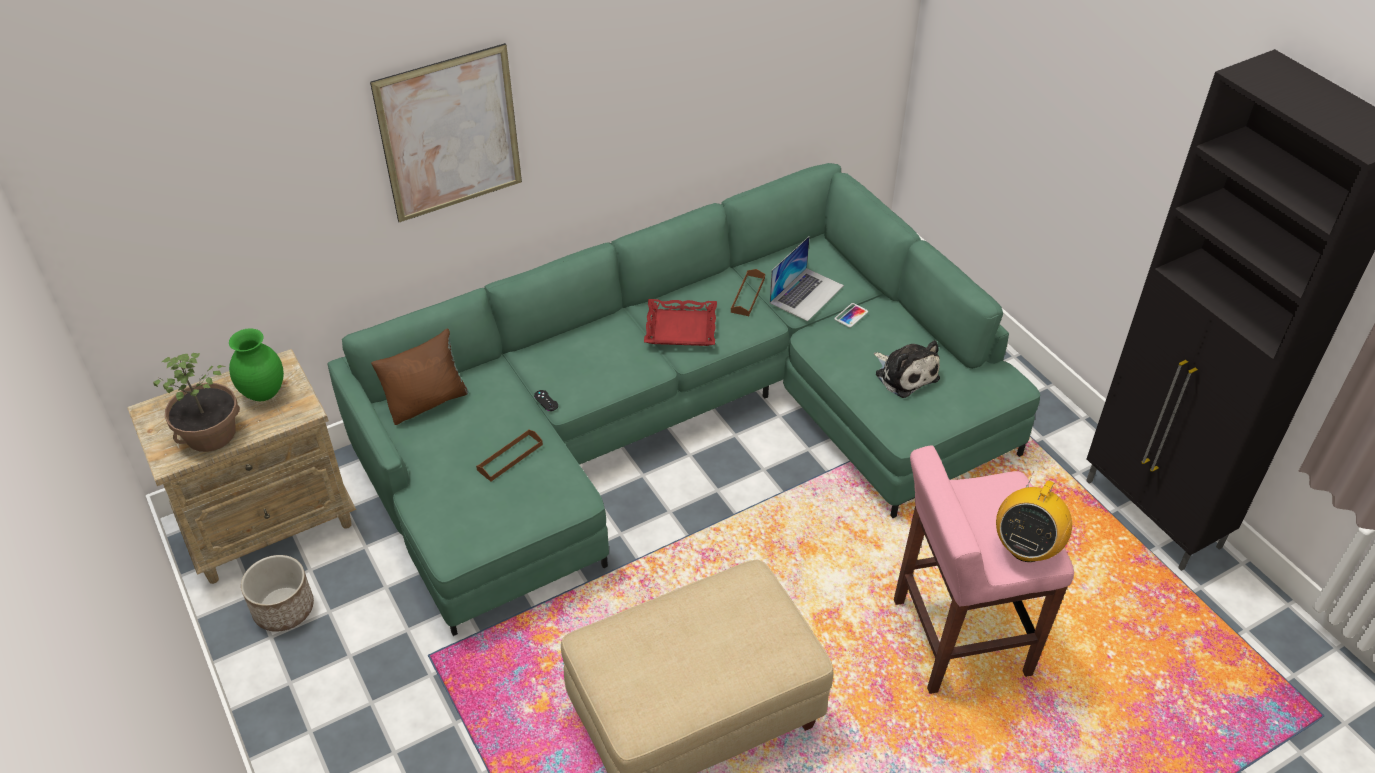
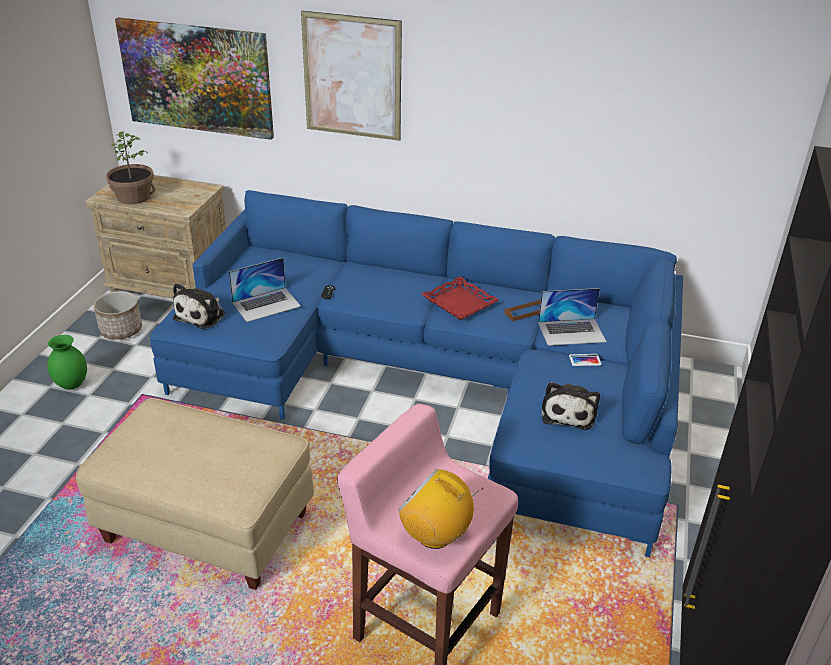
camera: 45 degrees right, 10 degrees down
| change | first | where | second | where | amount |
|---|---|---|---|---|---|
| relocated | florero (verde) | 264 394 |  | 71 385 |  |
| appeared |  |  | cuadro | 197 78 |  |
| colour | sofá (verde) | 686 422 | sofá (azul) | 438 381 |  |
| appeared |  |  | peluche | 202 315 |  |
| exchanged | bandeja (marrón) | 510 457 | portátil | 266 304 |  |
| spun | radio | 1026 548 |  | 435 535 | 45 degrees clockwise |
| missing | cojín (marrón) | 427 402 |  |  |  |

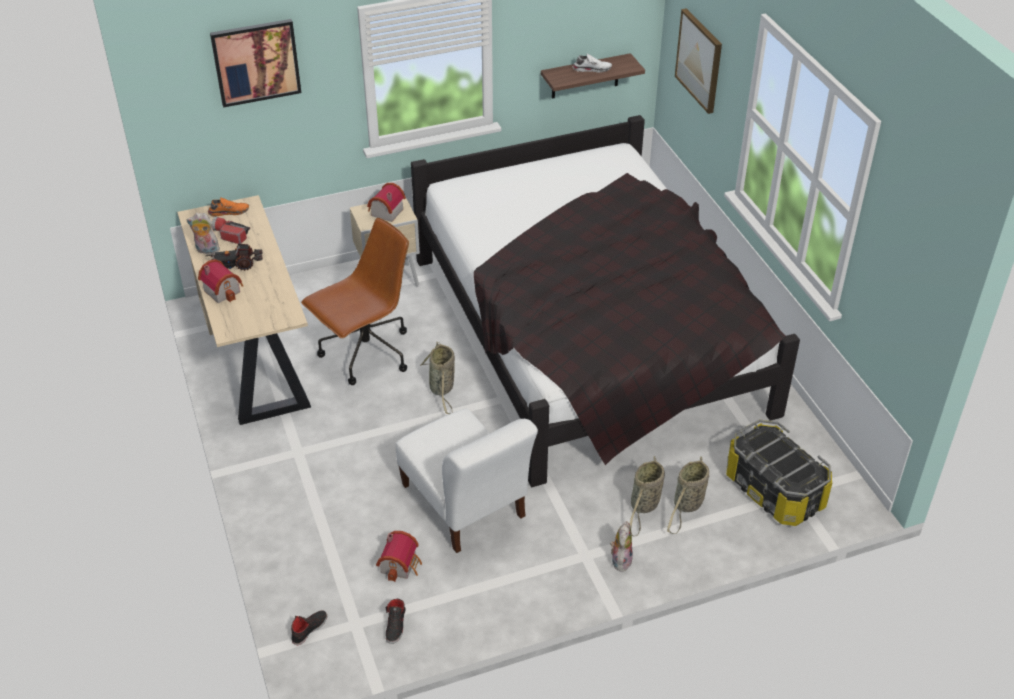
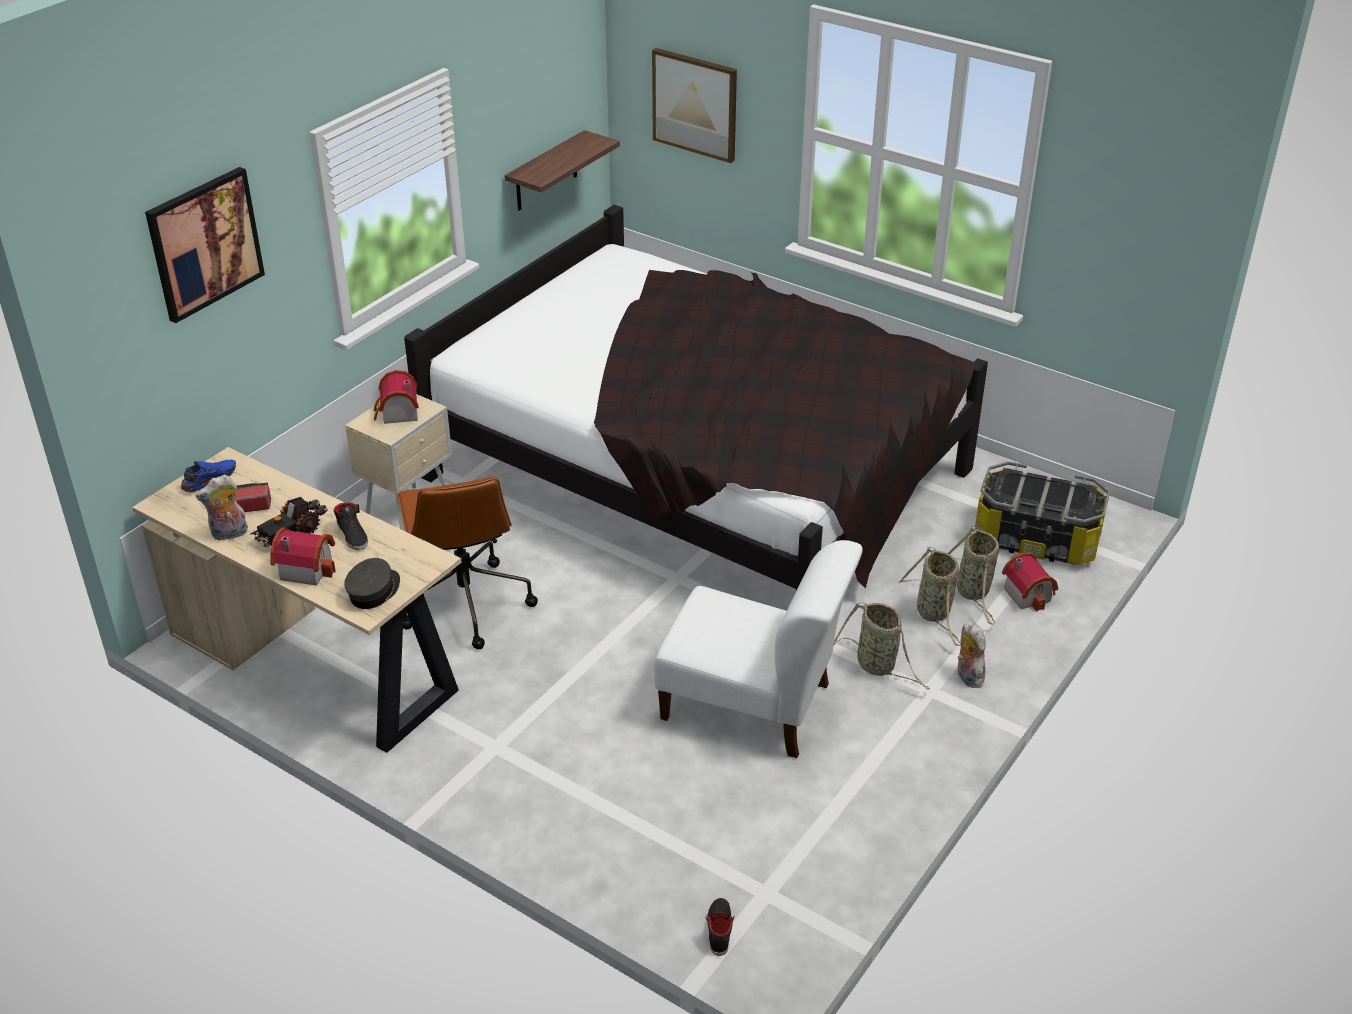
camera: 35 degrees left, 5 degrees down
| change | first | where | second | where | amount |
|---|---|---|---|---|---|
| colour | zapato (naranja) | 229 211 | zapato (azul) | 209 479 |  |
| relocated | zapato (negro) | 396 626 |  | 353 535 |  |
| appeared |  |  | gorra (gris) | 374 591 |  |
| spun | silla de oficina (marrón) | 365 354 |  | 465 603 | 150 degrees clockwise |
| relocated | cesta | 442 389 |  | 878 666 |  |
| relocated | casita | 401 564 |  | 1029 593 |  |
| missing | zapato (blanco) | 592 69 |  |  |  |

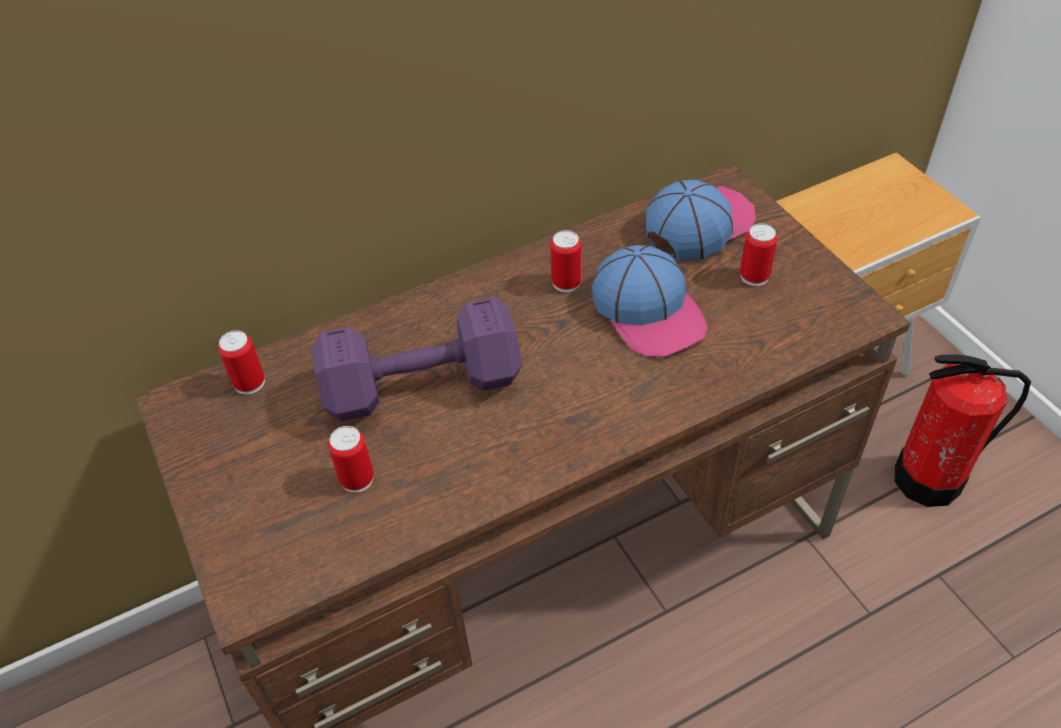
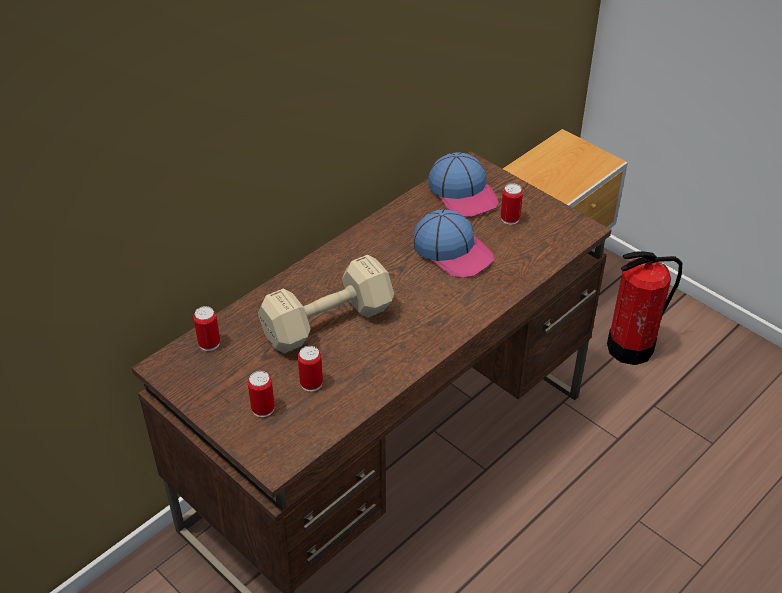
camera: 20 degrees left, 5 degrees down
| change | first | where | second | where | amount |
|---|---|---|---|---|---|
| relocated | lata | 566 282 |  | 263 408 |  |
| colour | mancuerna (morado) | 427 386 | mancuerna (beis) | 330 322 |  |
| spun | gorra | 699 224 |  | 463 193 | 120 degrees clockwise |

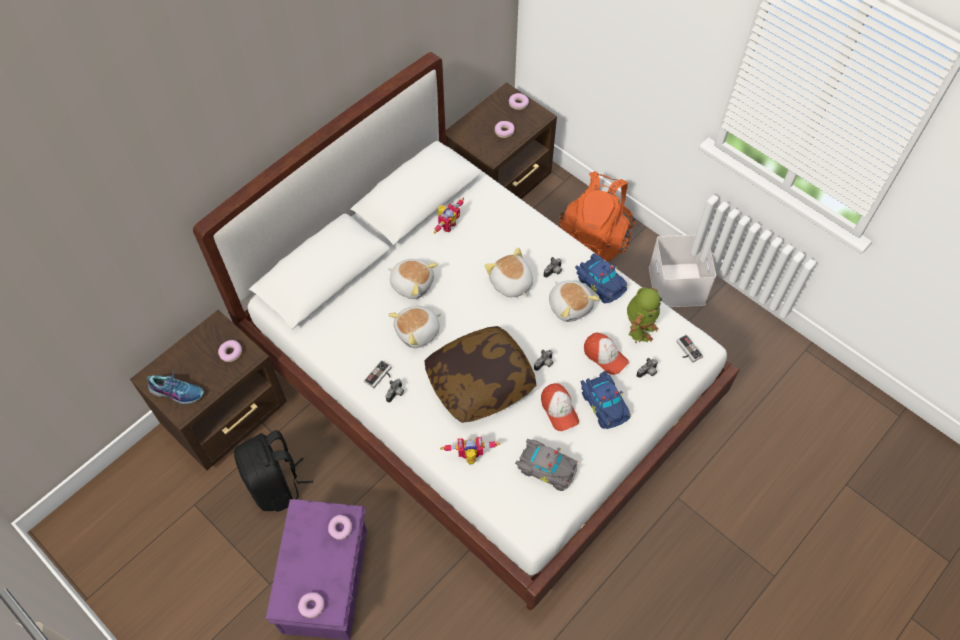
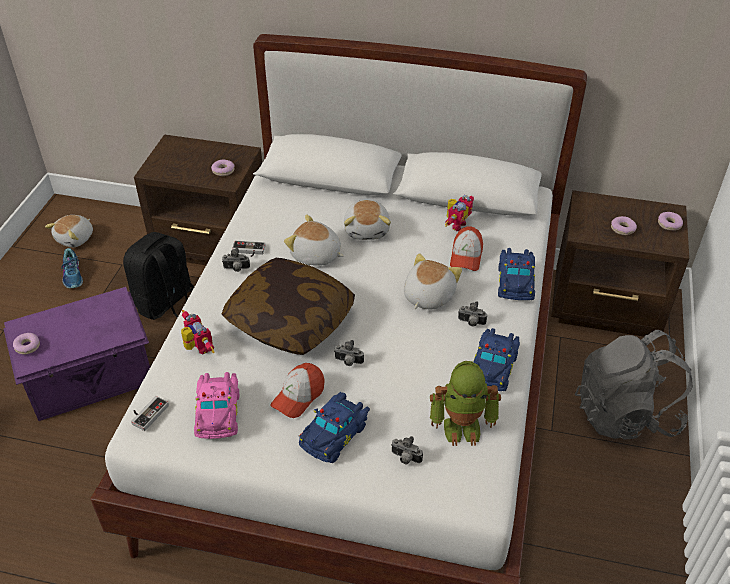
camera: 60 degrees right, 15 degrees down
| change | first | where | second | where | amount |
|---|---|---|---|---|---|
| relocated | peluche | 570 306 |  | 76 238 |  |
| relocated | zapato | 177 391 |  | 73 275 |  |
| relocated | mando de consola | 686 351 |  | 147 413 |  |
| colour | coche de juguete (gris) | 546 467 | coche de juguete (rosa) | 219 411 |  |
| spun | robot de juguete | 447 225 |  | 456 224 | 60 degrees counterclockwise |
| relocated | gorra | 605 356 |  | 466 256 |  |
| appeared |  |  | coche de juguete (azul) | 516 281 |  |
| colour | mochila (naranja) | 595 237 | mochila (gris) | 625 414 |  |
| missing | rosquilla | 340 528 |  |  |  |
| missing | caja de almacenaje (blanco) | 678 286 |  |  |  |

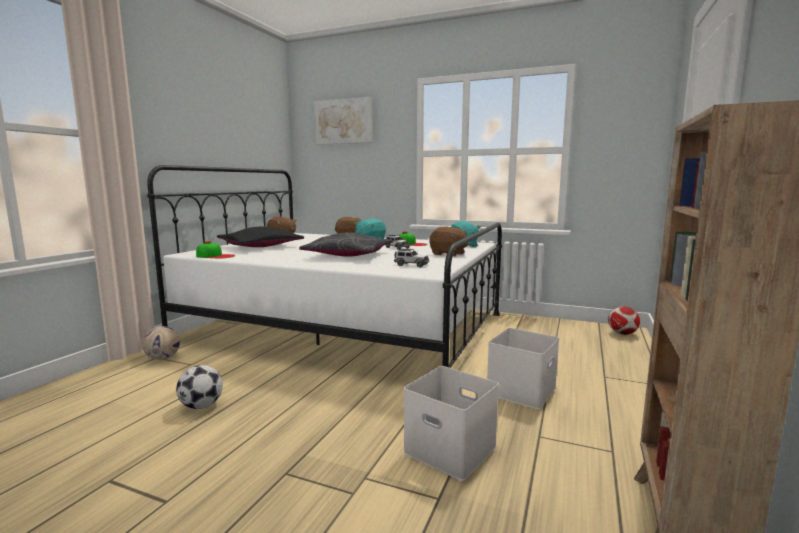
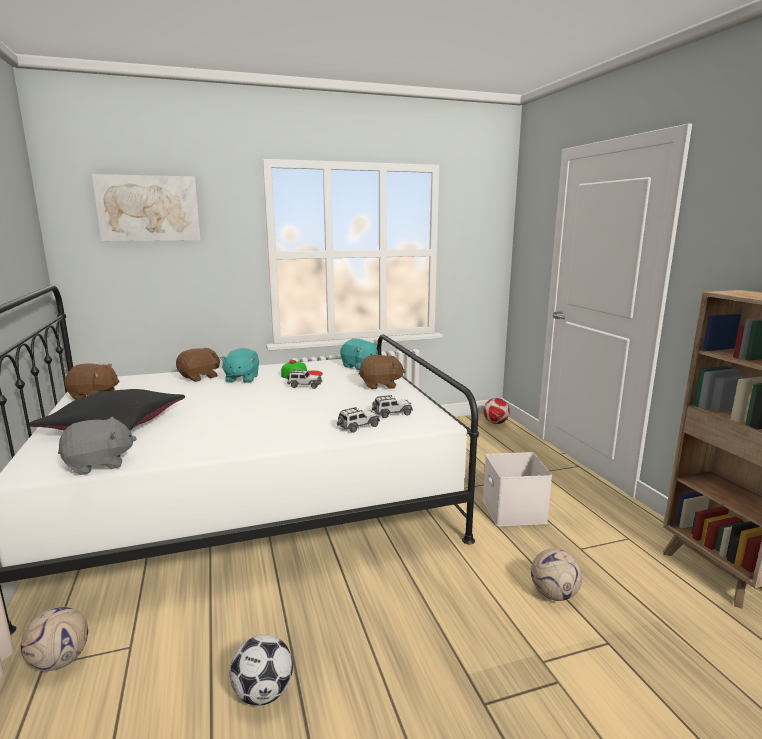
camera: 40 degrees left, 5 degrees up
| change | first | where | second | where | amount |
|---|---|---|---|---|---|
| exchanged | gorra | 215 256 | peluche (gris) | 99 464 |  |
| appeared |  |  | coche de juguete | 358 427 |  |
| exchanged | caja de almacenaje (blanco) | 452 449 | balón de fútbol | 553 594 |  |
| missing | cojín (gris) | 349 255 |  |  |  |

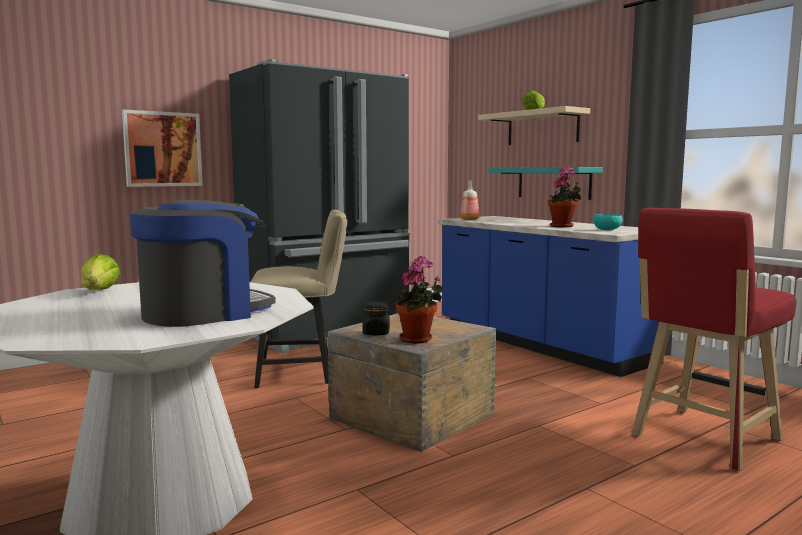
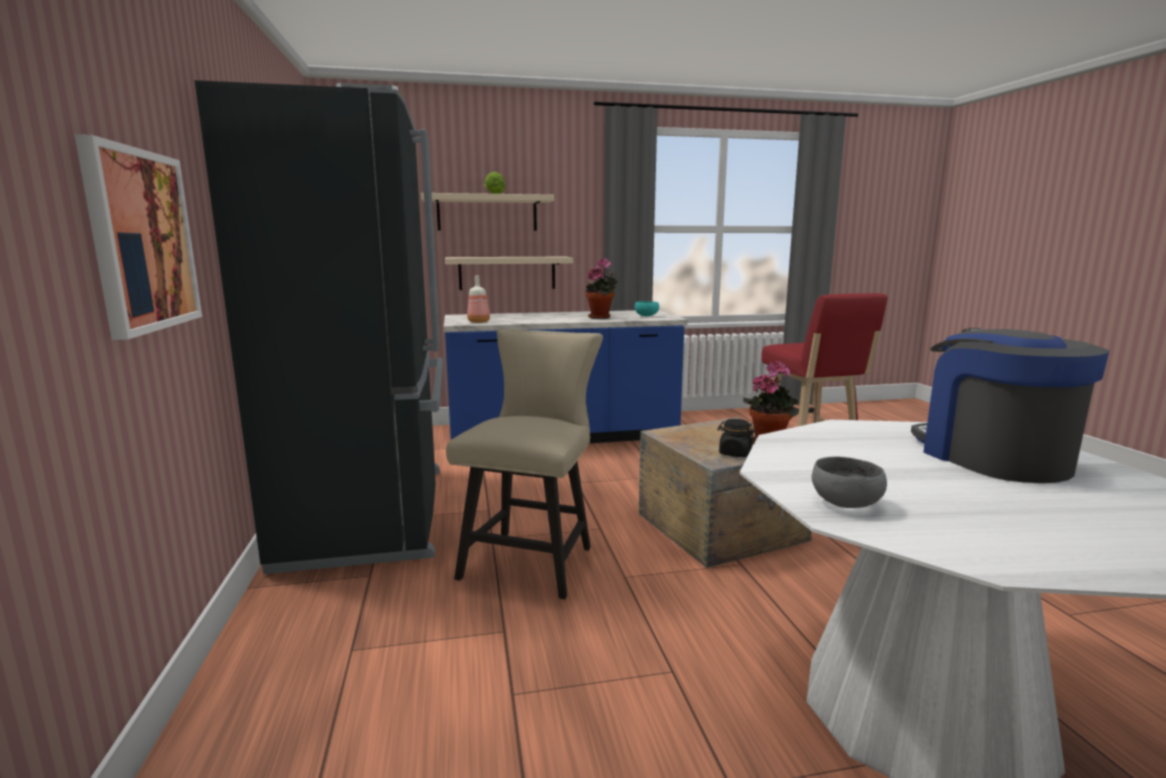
camera: 65 degrees left, 5 degrees up
| change | first | where | second | where | amount |
|---|---|---|---|---|---|
| colour | estante (turquesa) | 553 182 | estante (beis) | 507 273 |  |
| exchanged | lechuga | 99 292 | cuenco (gris) | 844 503 |  |

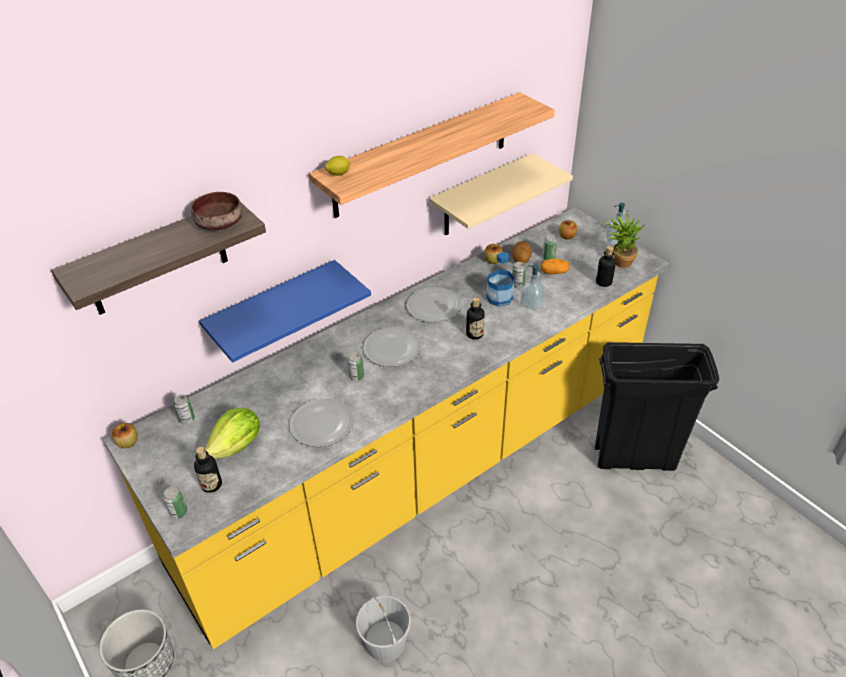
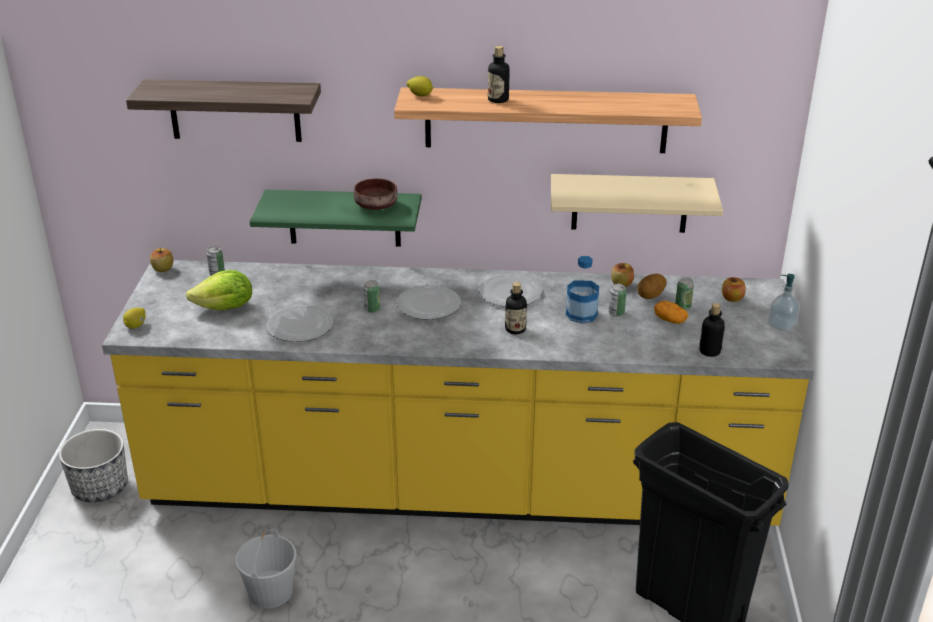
camera: 40 degrees right, 10 degrees down
| change | first | where | second | where | amount |
|---|---|---|---|---|---|
| exchanged | lata | 178 512 | limón | 136 326 |  |
| colour | estante (azul) | 273 310 | estante (verde) | 344 218 |  |
| relocated | cuenco (marrón) | 220 222 |  | 377 205 |  |
| relocated | botella | 211 485 |  | 498 100 |  |
| missing | dispensador de jabón | 531 304 |  |  |  |
| missing | planta en maceta | 619 261 |  |  |  |

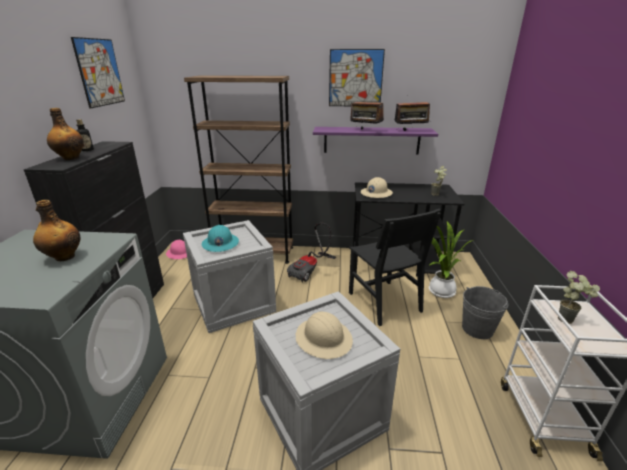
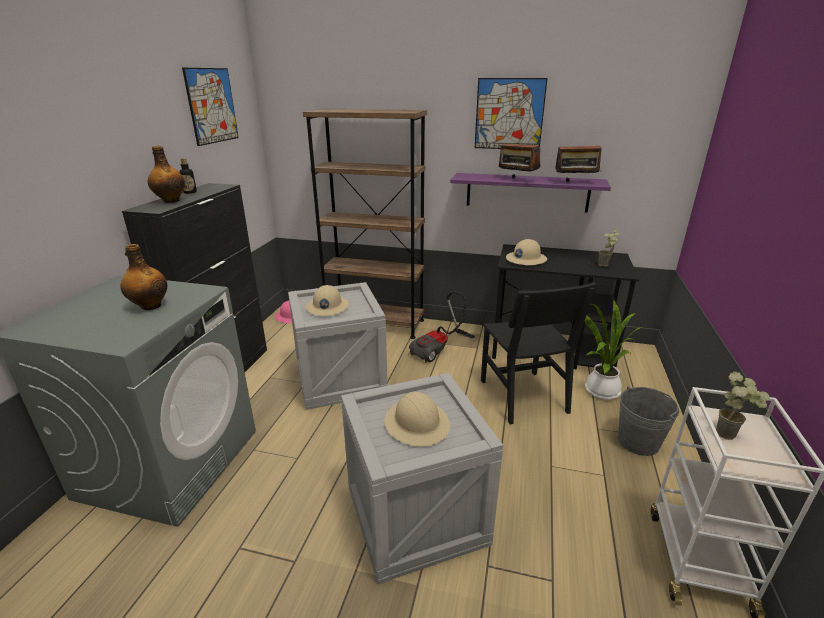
camera: 10 degrees right, 0 degrees up
| change | first | where | second | where | amount |
|---|---|---|---|---|---|
| colour | casco (turquesa) | 220 243 | casco (beis) | 327 307 |  |

